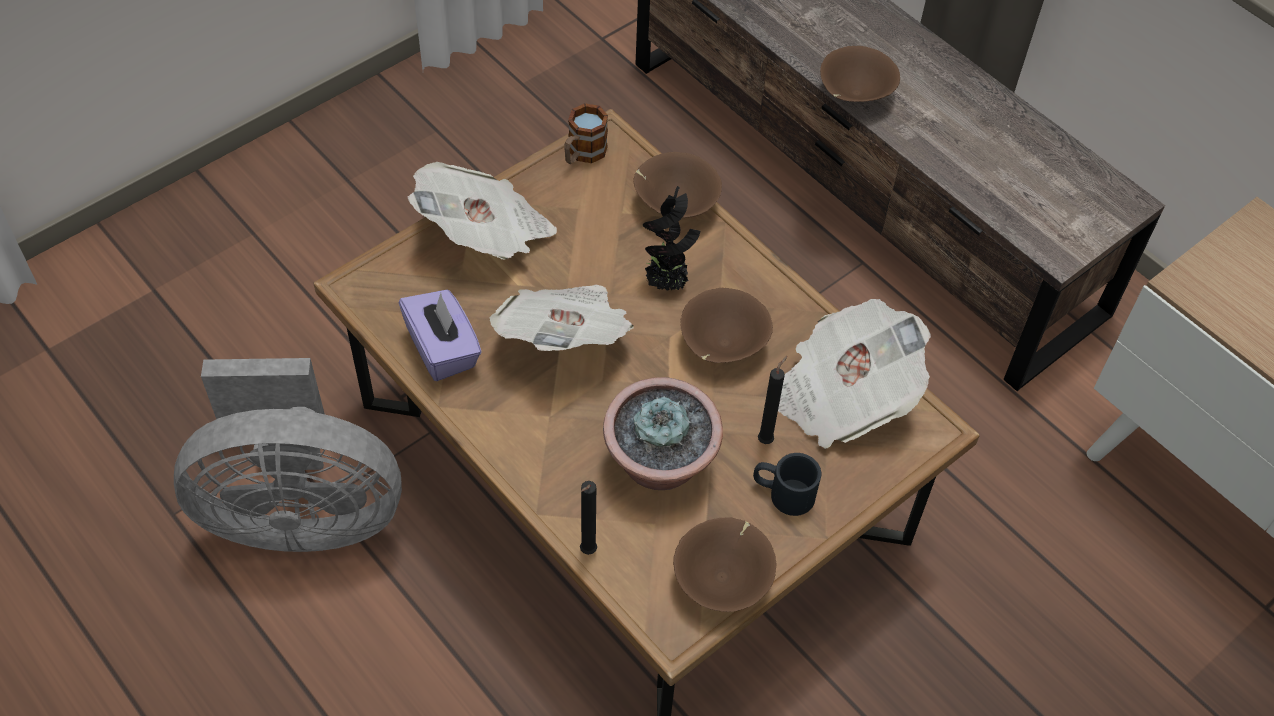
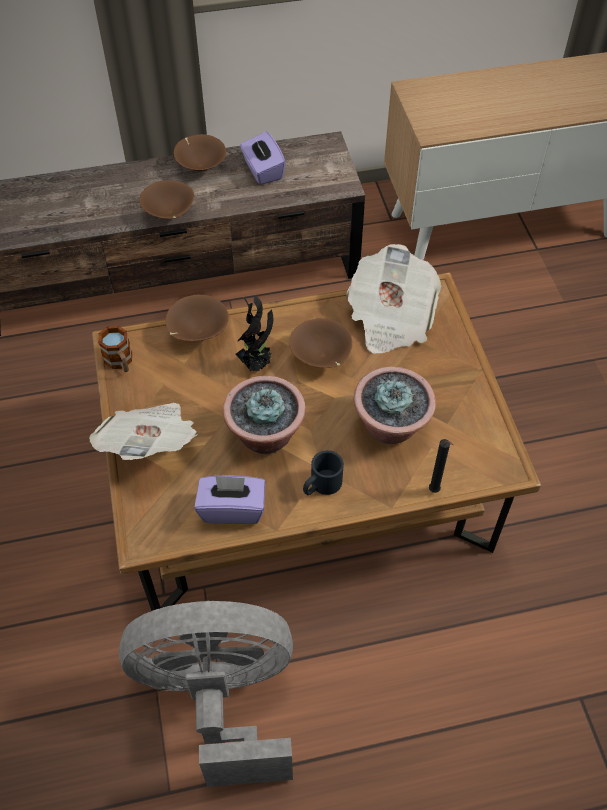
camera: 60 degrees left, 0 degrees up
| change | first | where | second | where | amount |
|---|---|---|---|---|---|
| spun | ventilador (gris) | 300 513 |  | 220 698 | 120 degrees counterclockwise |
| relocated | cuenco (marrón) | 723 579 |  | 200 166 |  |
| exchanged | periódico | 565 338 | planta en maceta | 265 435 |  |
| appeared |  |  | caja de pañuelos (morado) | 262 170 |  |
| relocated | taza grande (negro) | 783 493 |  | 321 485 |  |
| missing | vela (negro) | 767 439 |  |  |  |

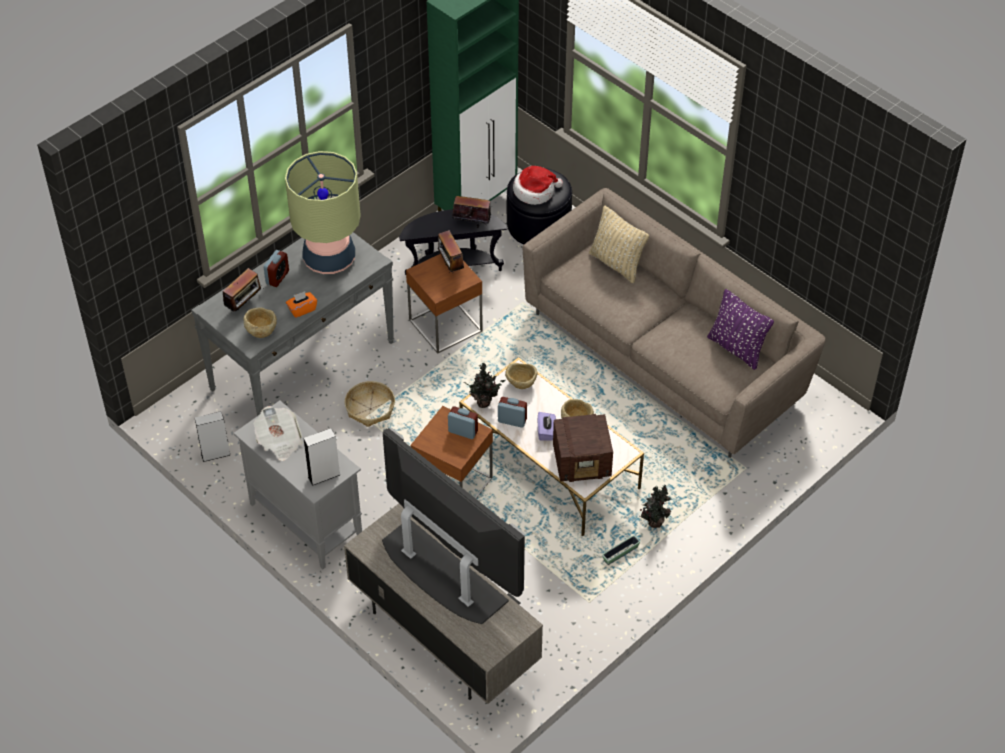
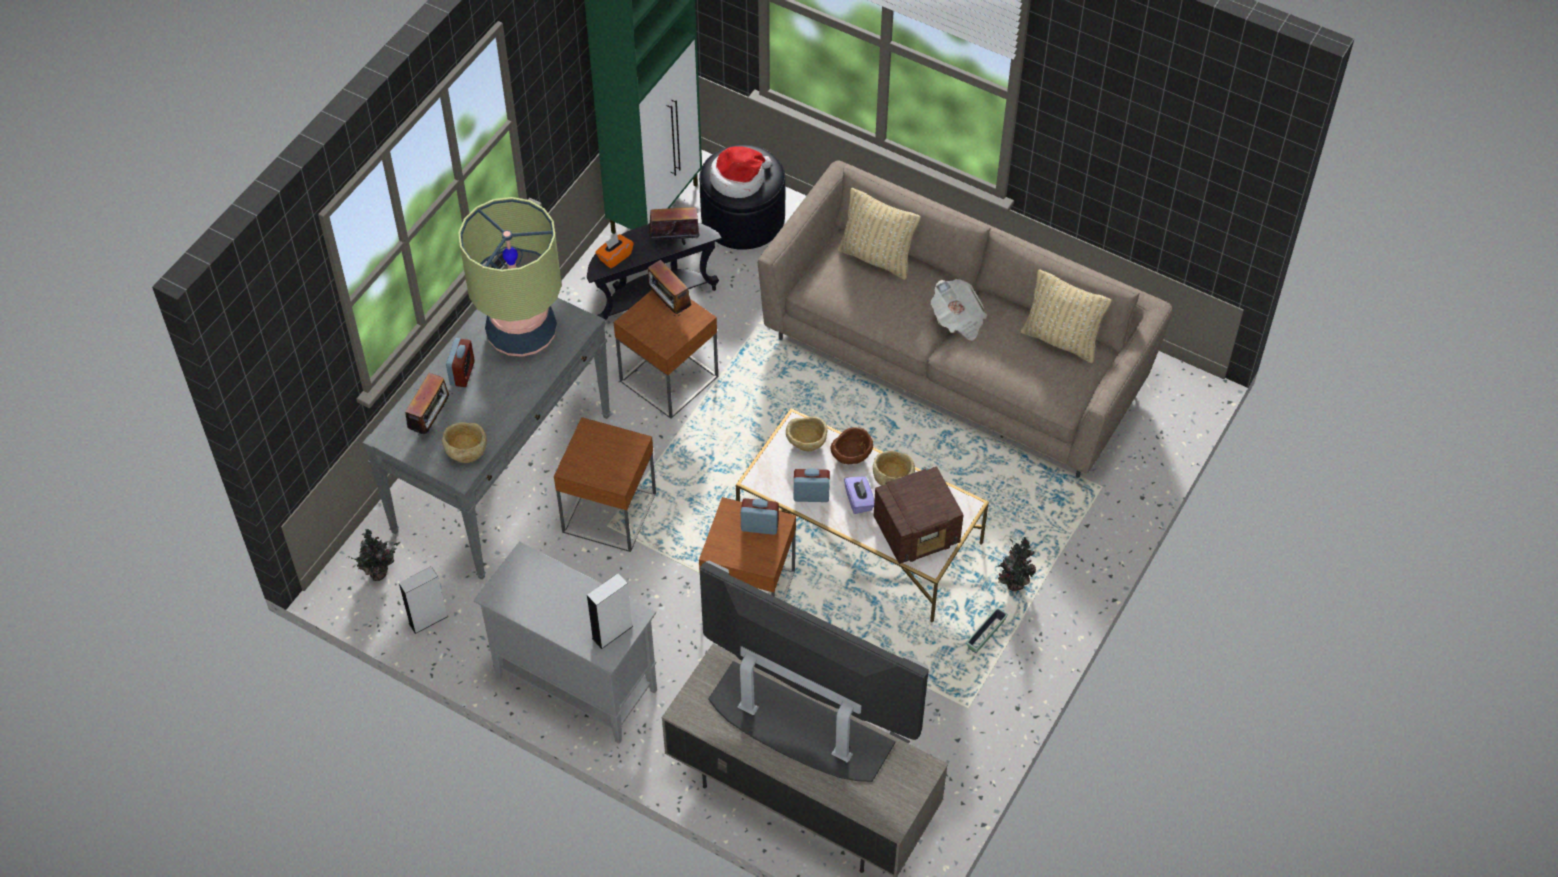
camera: 15 degrees left, 5 degrees up
| change | first | where | second | where | amount |
|---|---|---|---|---|---|
| relocated | planta en maceta | 484 402 |  | 379 572 |  |
| exchanged | cesta | 370 409 | mesa auxiliar (marrón) | 609 513 |  |
| relocated | caja de pañuelos (naranja) | 302 309 |  | 615 257 |  |
| appeared |  |  | cuenco (marrón) | 851 457 |  |
| relocated | periódico | 279 441 |  | 958 319 |  |
| colour | cojín (morado) | 736 349 | cojín (beis) | 1061 340 |  |

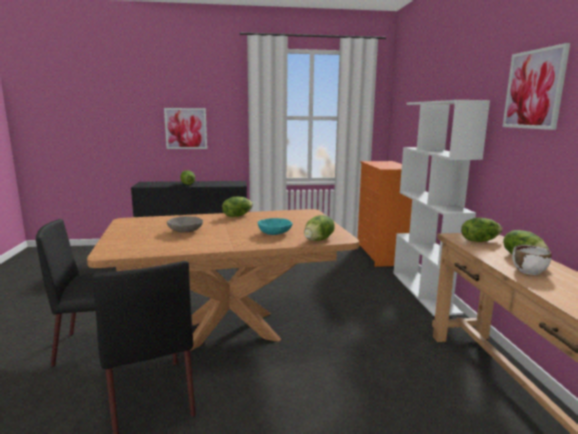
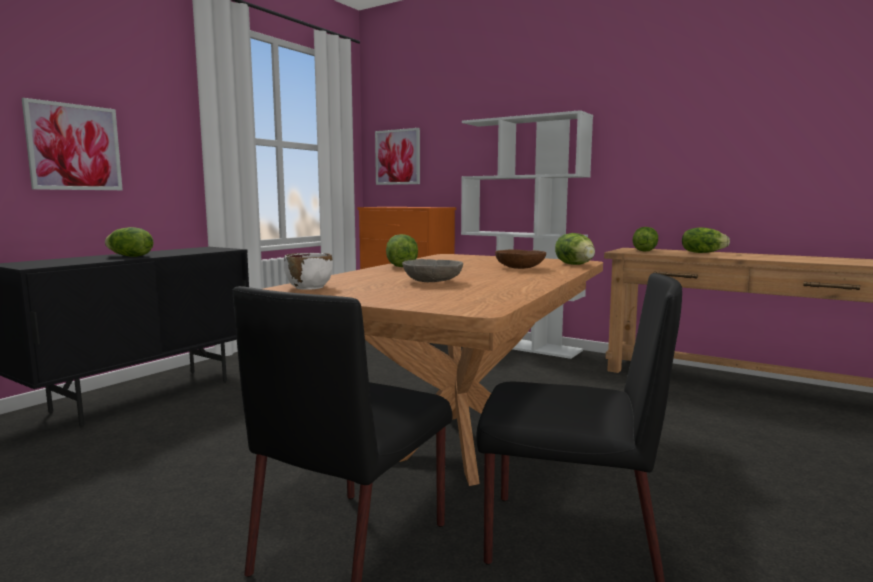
camera: 50 degrees left, 5 degrees down
| change | first | where | second | where | amount |
|---|---|---|---|---|---|
| relocated | cuenco (blanco) | 529 271 |  | 309 287 |  |
| relocated | cuadro | 534 89 |  | 398 157 |  |
| colour | cuenco (turquesa) | 274 233 | cuenco (marrón) | 520 268 |  |

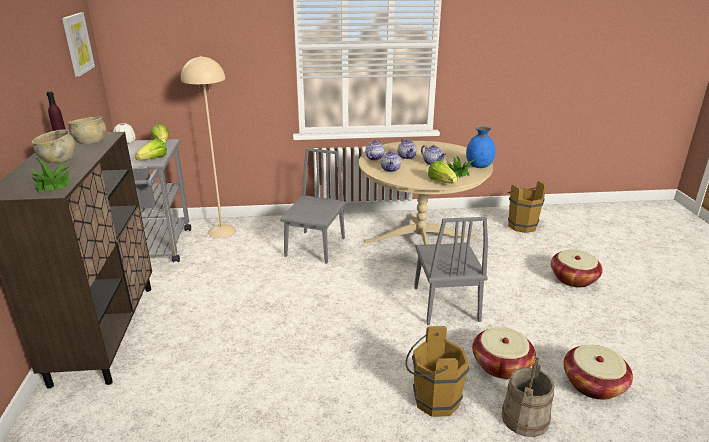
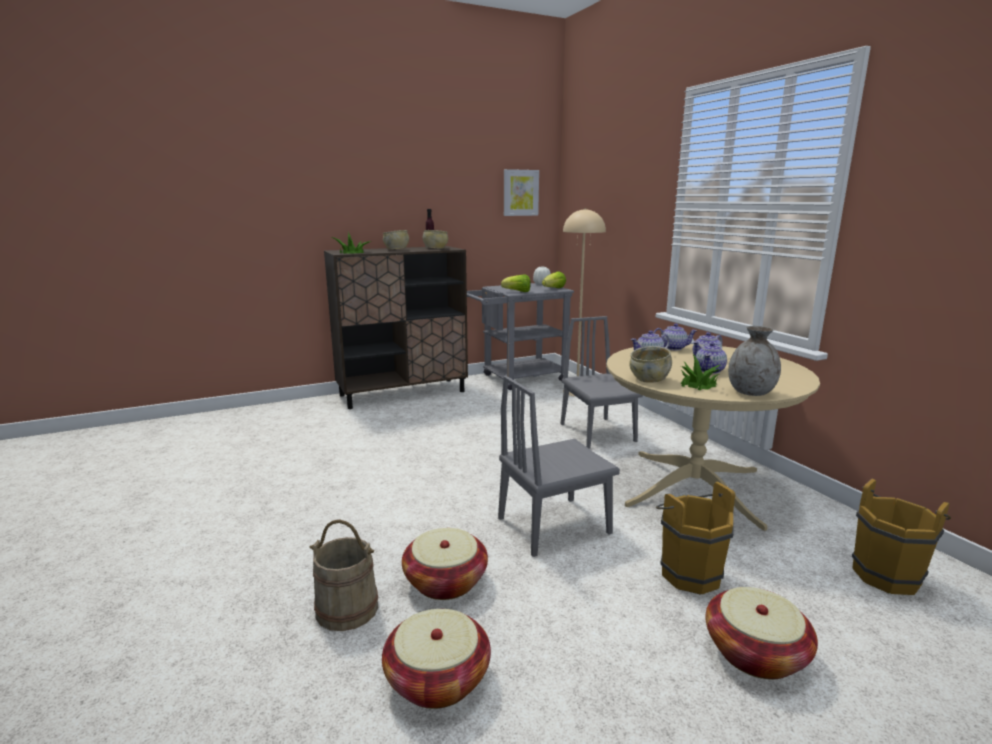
camera: 70 degrees right, 10 degrees down
| change | first | where | second | where | amount |
|---|---|---|---|---|---|
| spun | silla (gris) | 315 247 |  | 597 432 | 105 degrees counterclockwise |
| exchanged | lechuga | 441 182 | cuenco (beis) | 649 379 |  |
| relocated | cubo (marrón) | 432 400 |  | 687 572 |  |
| colour | florero (azul) | 479 166 | florero (gris) | 751 392 |  |

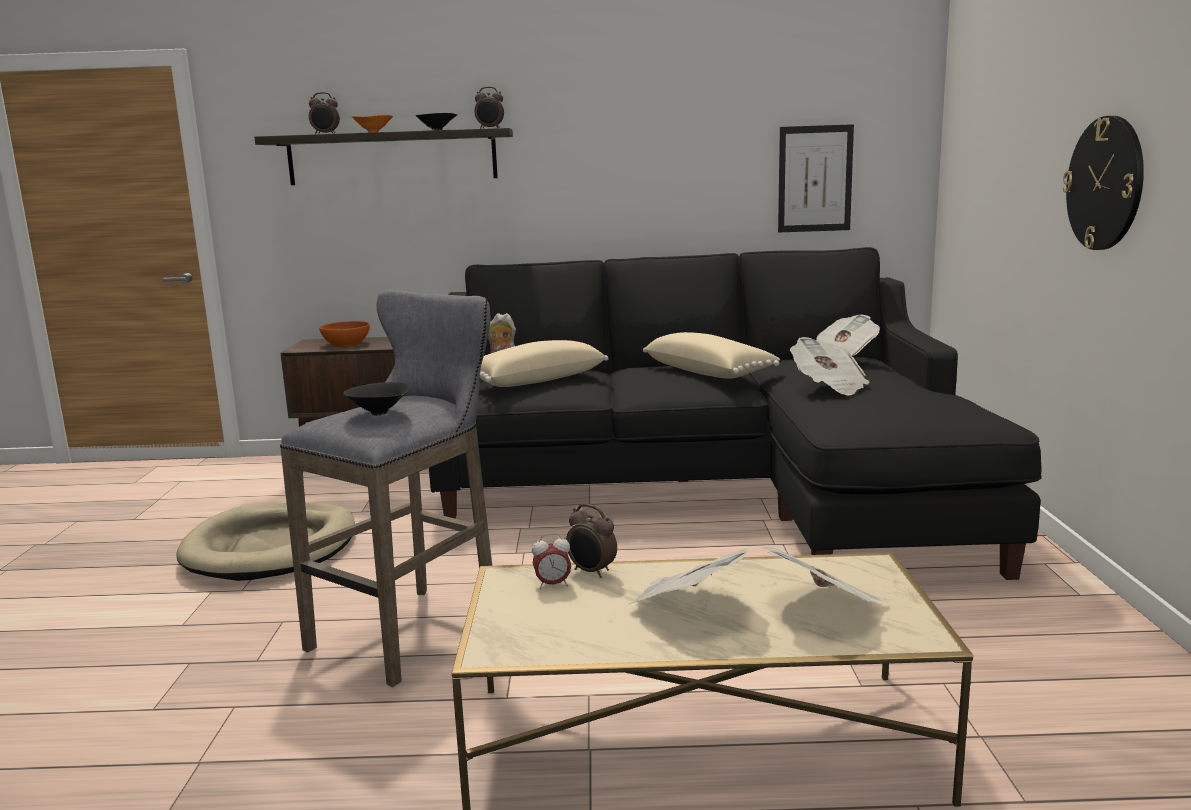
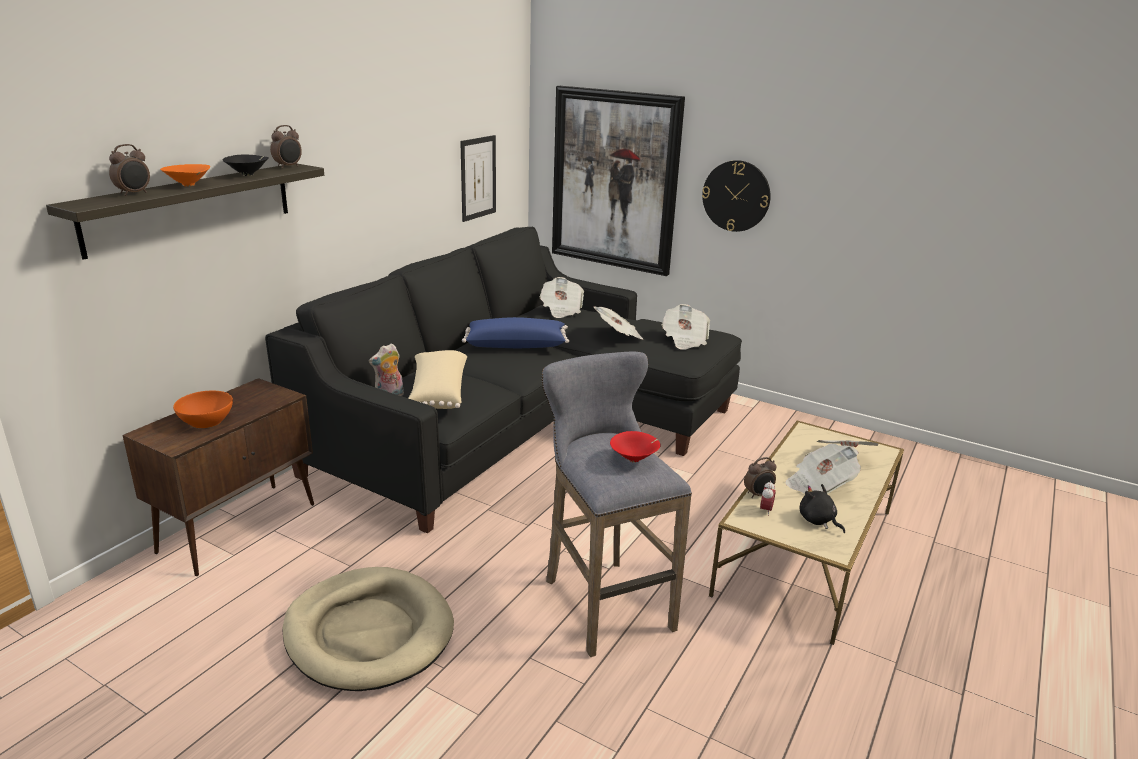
camera: 60 degrees left, 10 degrees up
| change | first | where | second | where | amount |
|---|---|---|---|---|---|
| colour | cojín (beis) | 709 373 | cojín (azul) | 516 345 |  |
| appeared |  |  | cuadro | 614 180 |  |
| colour | cuenco (negro) | 380 414 | cuenco (rojo) | 635 459 |  |
| appeared |  |  | periódico | 684 340 |  |
| appeared |  |  | peluche (negro) | 818 521 |  |

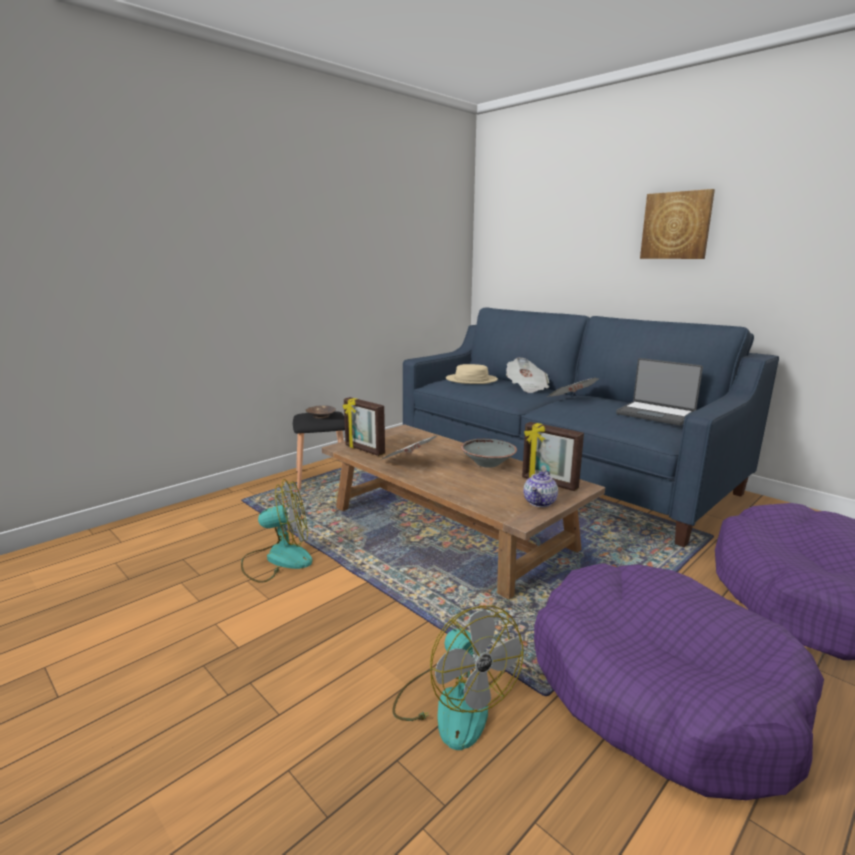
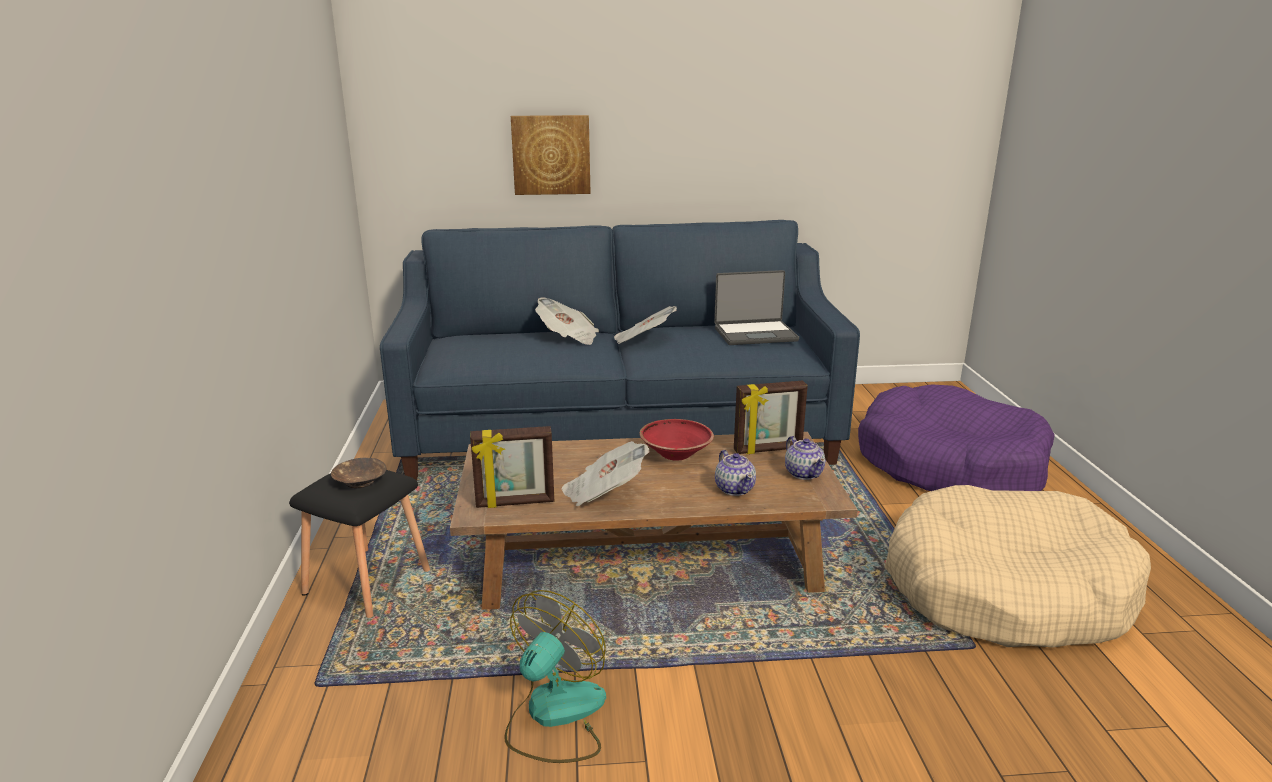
camera: 50 degrees left, 5 degrees up
| change | first | where | second | where | amount |
|---|---|---|---|---|---|
| relocated | cuadro | 676 226 |  | 551 155 |  |
| colour | cuenco (gris) | 487 463 | cuenco (rojo) | 675 454 |  |
| appeared |  |  | tetera | 734 488 |  |
| colour | cama para perro (morado) | 659 691 | cama para perro (beis) | 1005 591 |  |
| missing | ventilador | 453 704 |  |  |  |
| missing | sombrero (beis) | 471 380 |  |  |  |

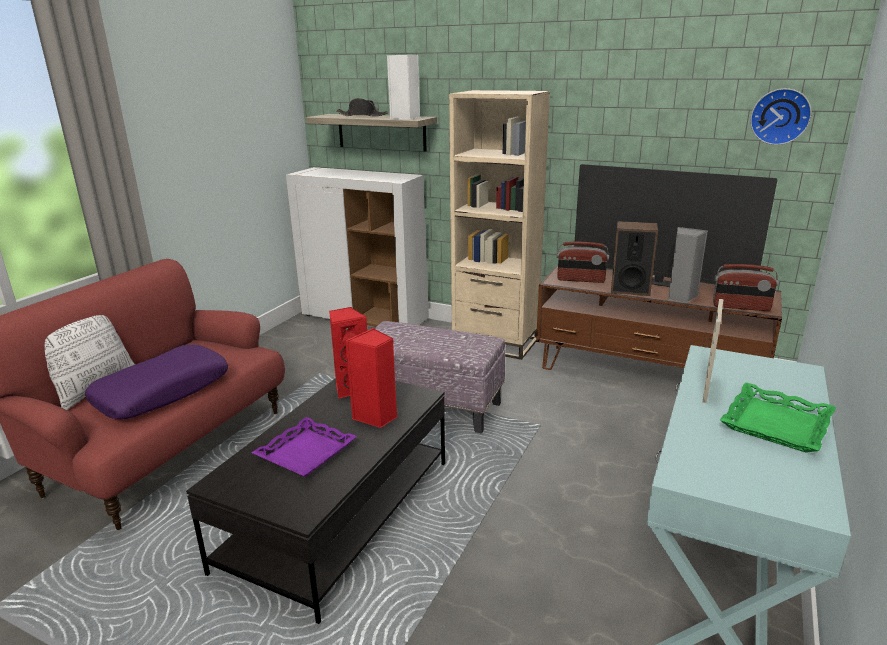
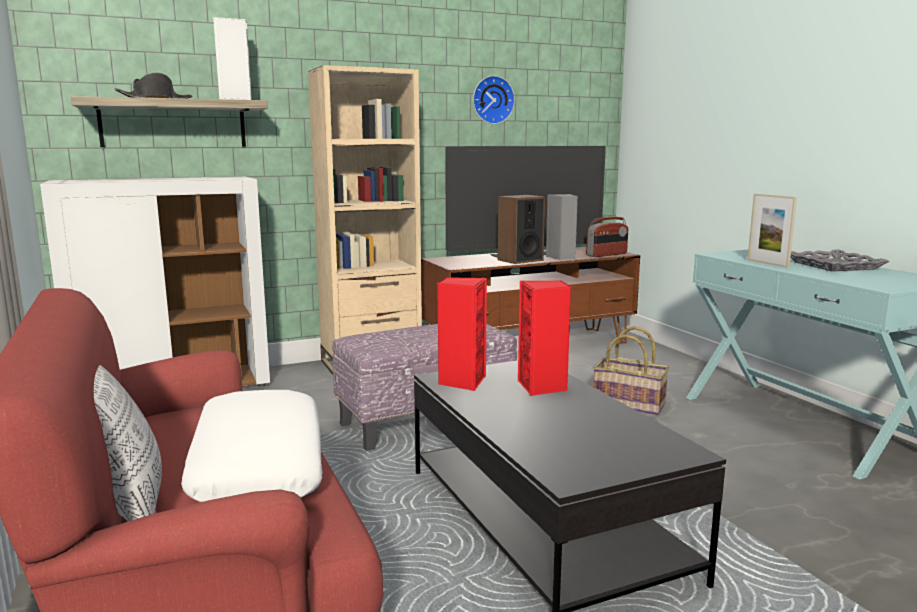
camera: 50 degrees left, 10 degrees down
| change | first | where | second | where | amount |
|---|---|---|---|---|---|
| colour | cojín (morado) | 162 392 | cojín (blanco) | 257 465 |  |
| relocated | reloj de pared | 780 116 |  | 492 100 |  |
| appeared |  |  | cesta | 629 403 |  |
| colour | bandeja (verde) | 775 424 | bandeja (gris) | 833 265 |  |
| missing | bandeja (morado) | 305 452 |  |  |  |
| missing | radio | 581 280 |  |  |  |

